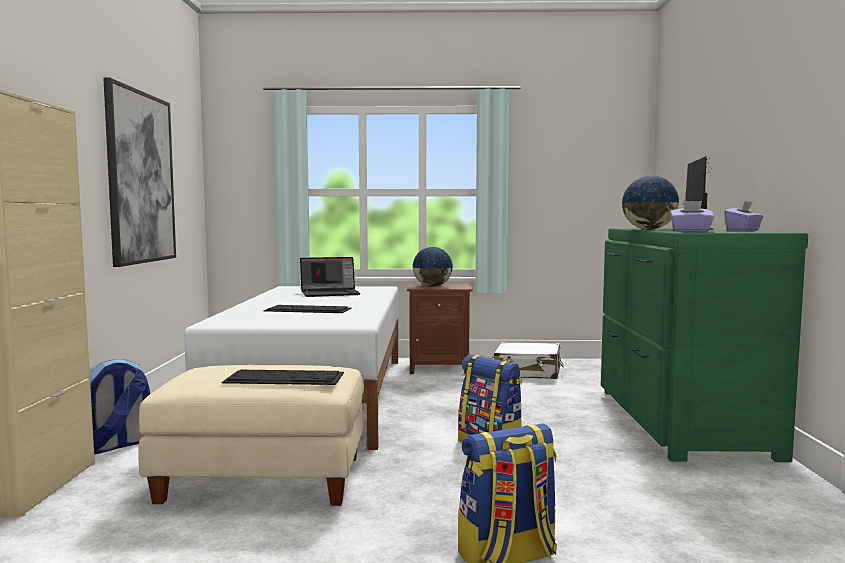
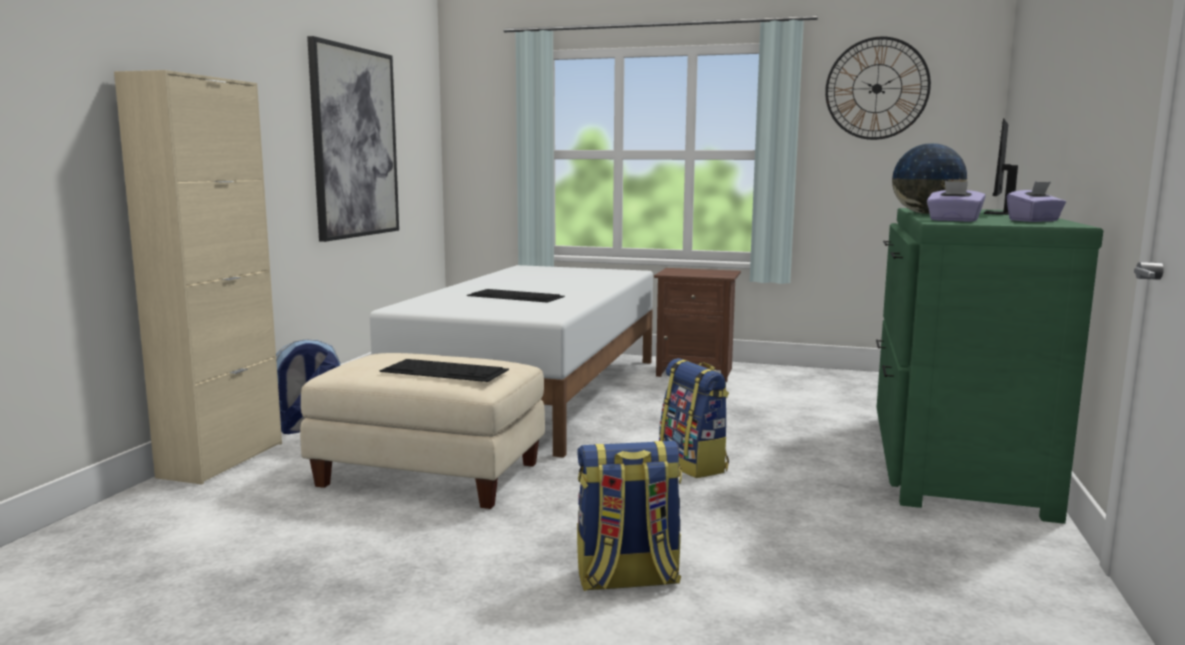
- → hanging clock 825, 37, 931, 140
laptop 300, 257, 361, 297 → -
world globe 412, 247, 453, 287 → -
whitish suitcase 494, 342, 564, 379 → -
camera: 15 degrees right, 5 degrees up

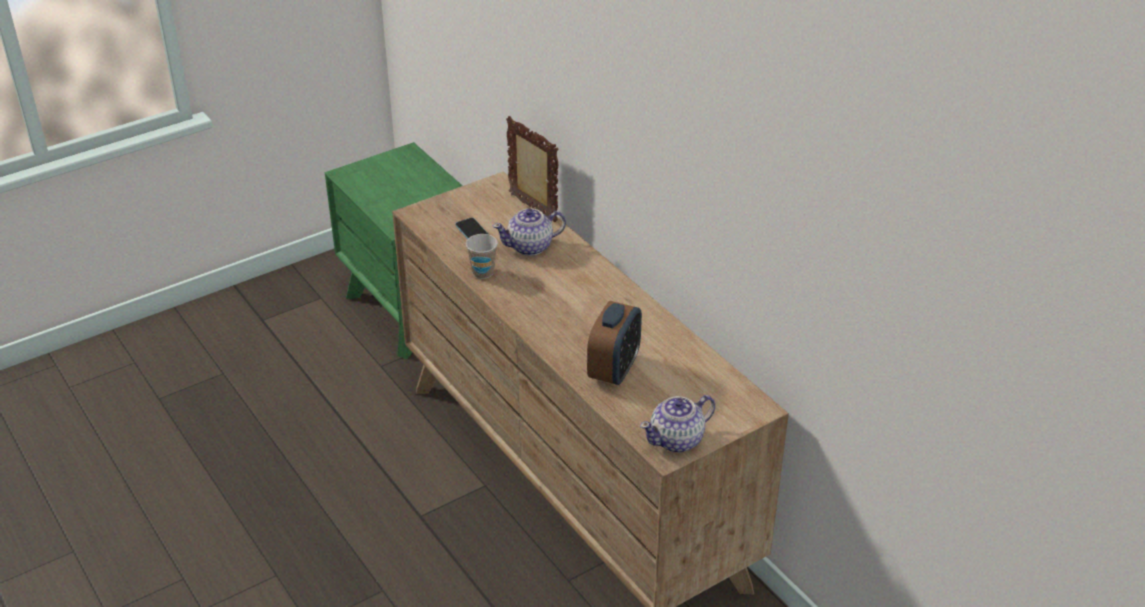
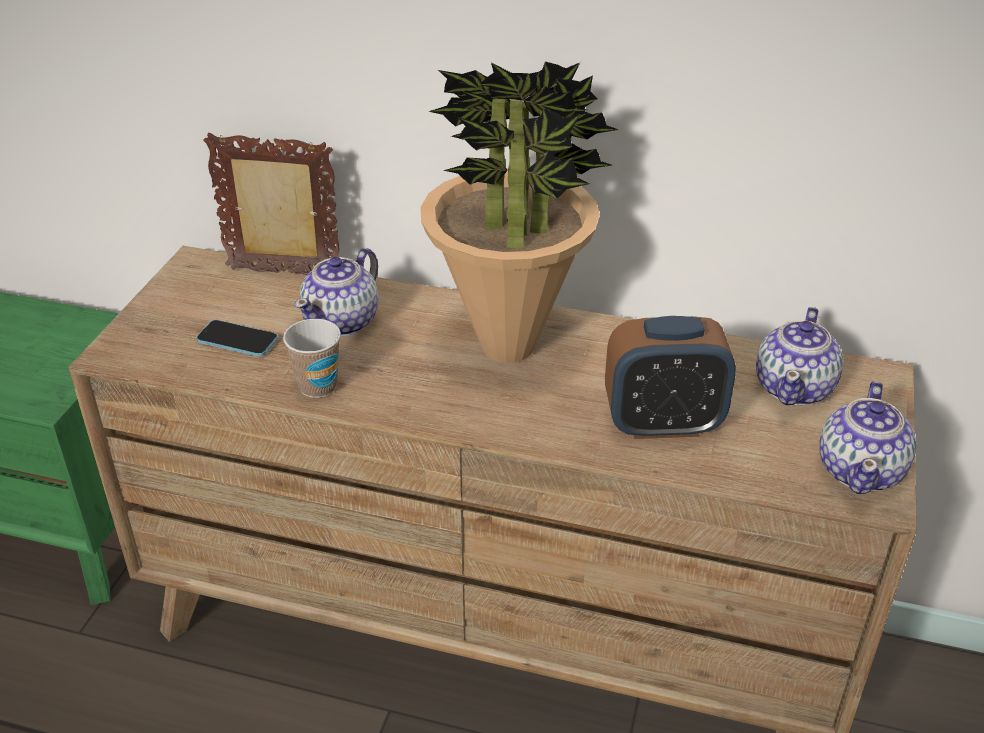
- → plant in a pot 420, 62, 619, 363
bedside clock 587, 301, 642, 385 → bedside clock 605, 316, 736, 439, 105 degrees clockwise
- → teapot 756, 307, 843, 405
camera: 40 degrees left, 0 degrees up

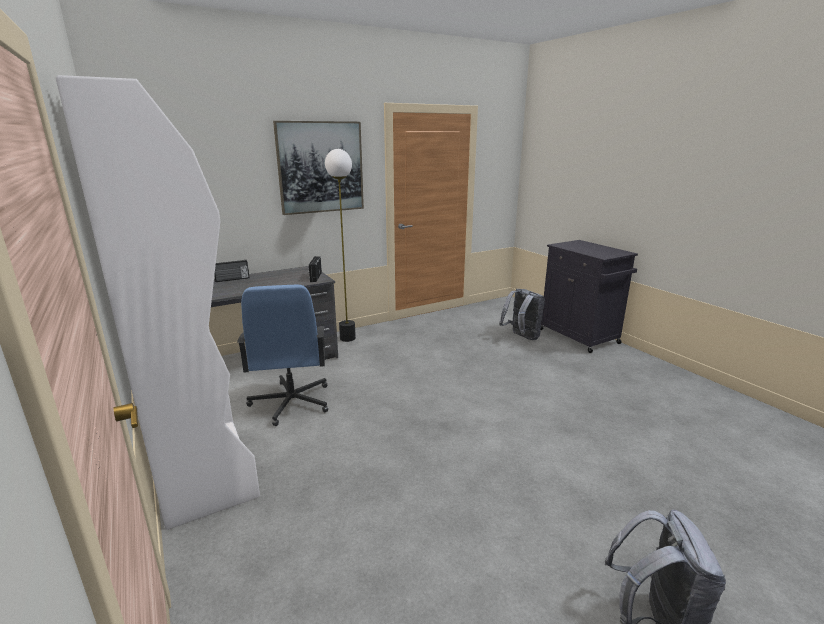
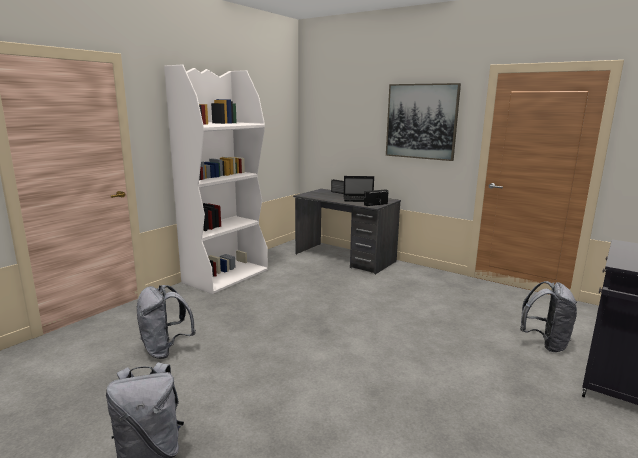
- → gray backpack 136, 285, 196, 359
- → laptop 343, 176, 374, 202
blue-coloured office chair 237, 285, 328, 426 → -
standing lamp 325, 149, 356, 342 → -
camera: 65 degrees right, 5 degrees down

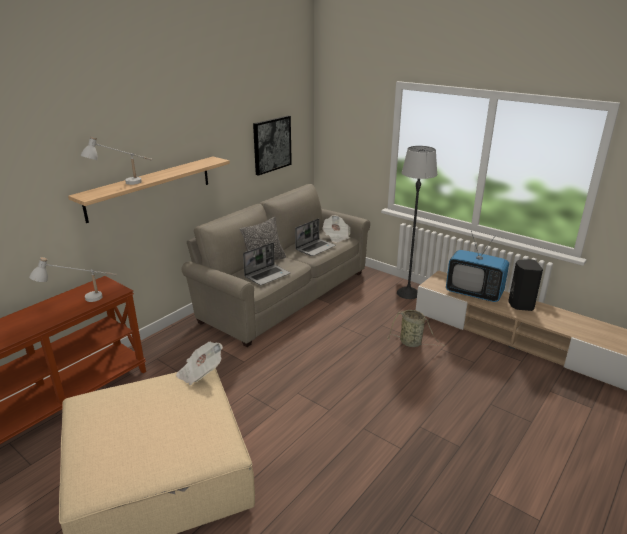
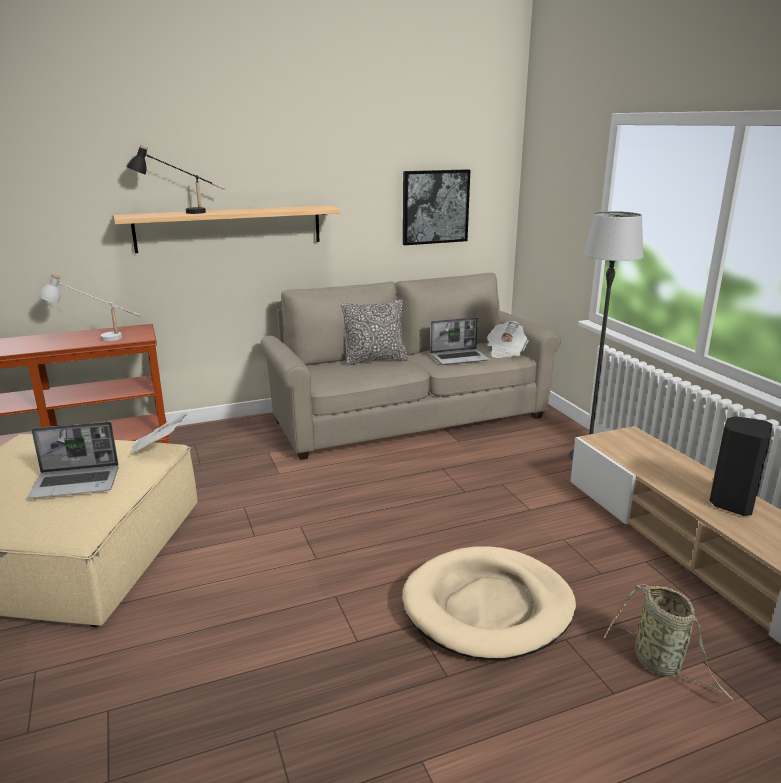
laptop 243, 242, 290, 285 → laptop 28, 422, 119, 499, shifted
whitish lamp for a table 80, 136, 152, 185 → black-coloured lamp for a table 126, 145, 225, 214
- → beige pet bed 403, 546, 576, 661
household basket 388, 310, 445, 347 → household basket 604, 584, 734, 700, shifted
television 446, 231, 509, 302 → -
camera: 30 degrees right, 5 degrees down

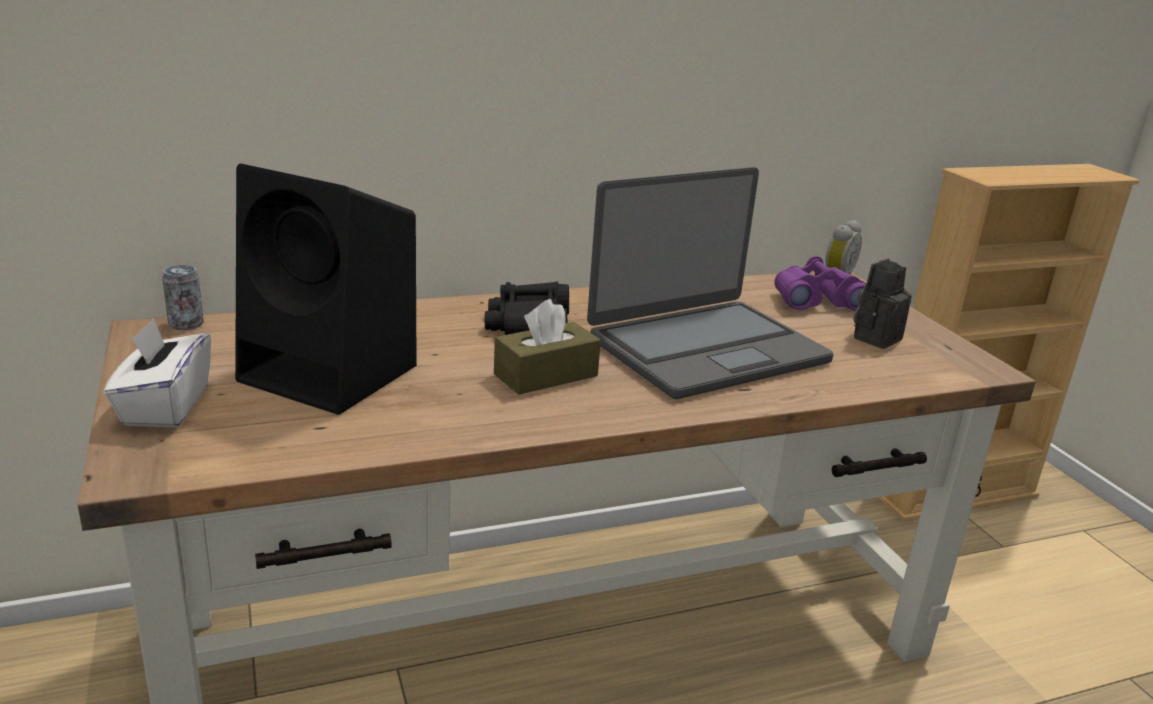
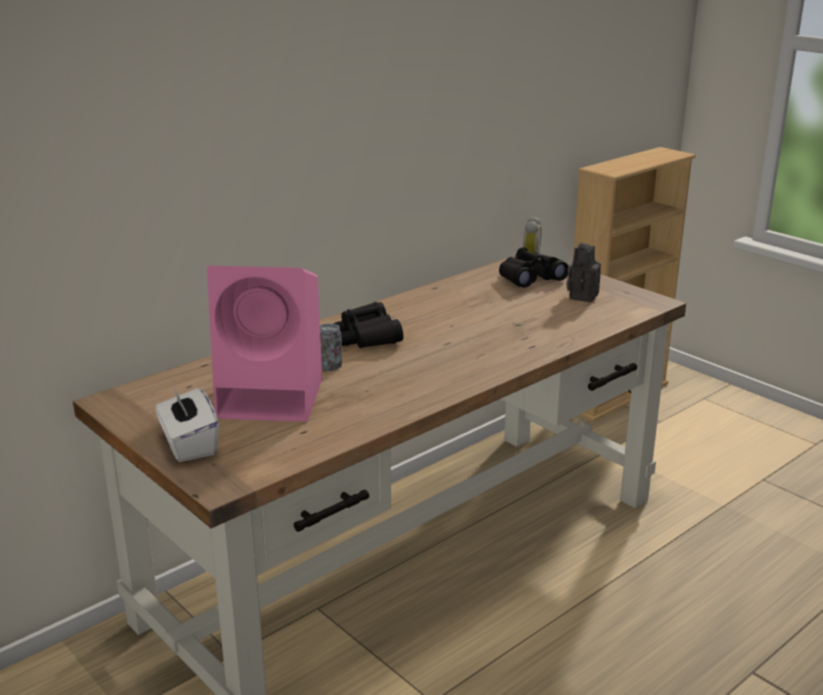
black-coloured speaker 235, 163, 417, 415 → pink speaker 207, 266, 322, 422
sealed can 162, 265, 204, 330 → sealed can 320, 324, 342, 371, shifted
purple-coloured field glasses 774, 256, 866, 311 → black-coloured field glasses 499, 247, 568, 288
brownish box of tissues 494, 299, 601, 395 → -
laptop 587, 167, 834, 399 → -
camera: 20 degrees left, 0 degrees up

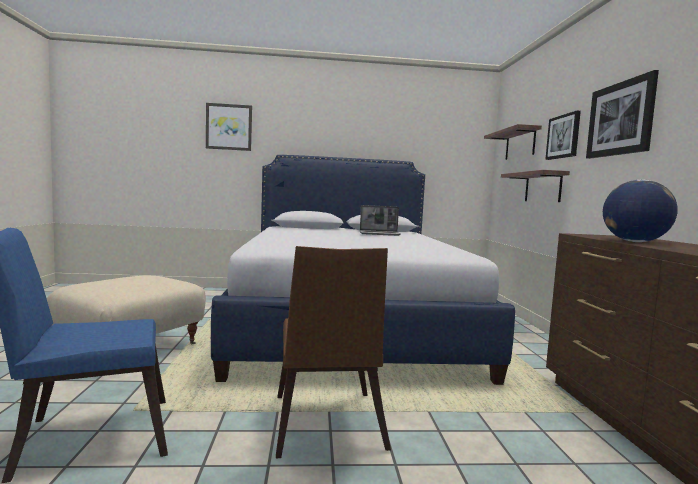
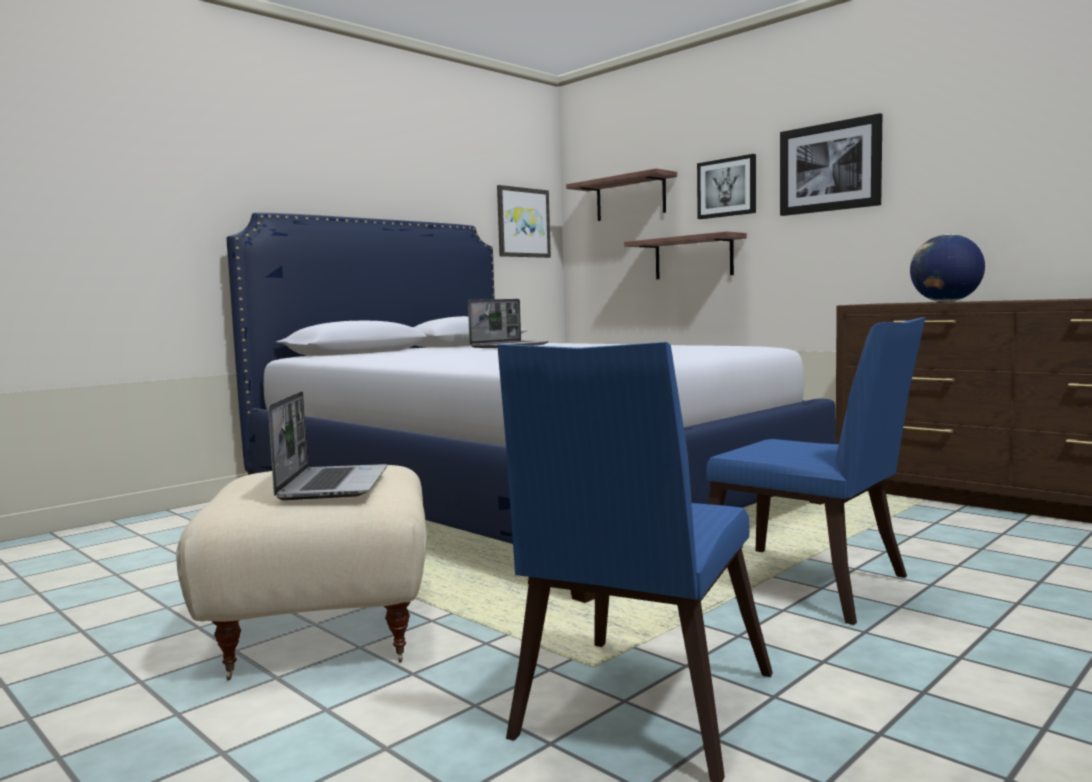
- → laptop 268, 391, 387, 500
wall picture 206, 103, 252, 151 → wall picture 497, 185, 551, 258, shifted
brownish plain chair 276, 246, 391, 458 → blue-coloured plain chair 706, 317, 926, 625
camera: 40 degrees left, 0 degrees up

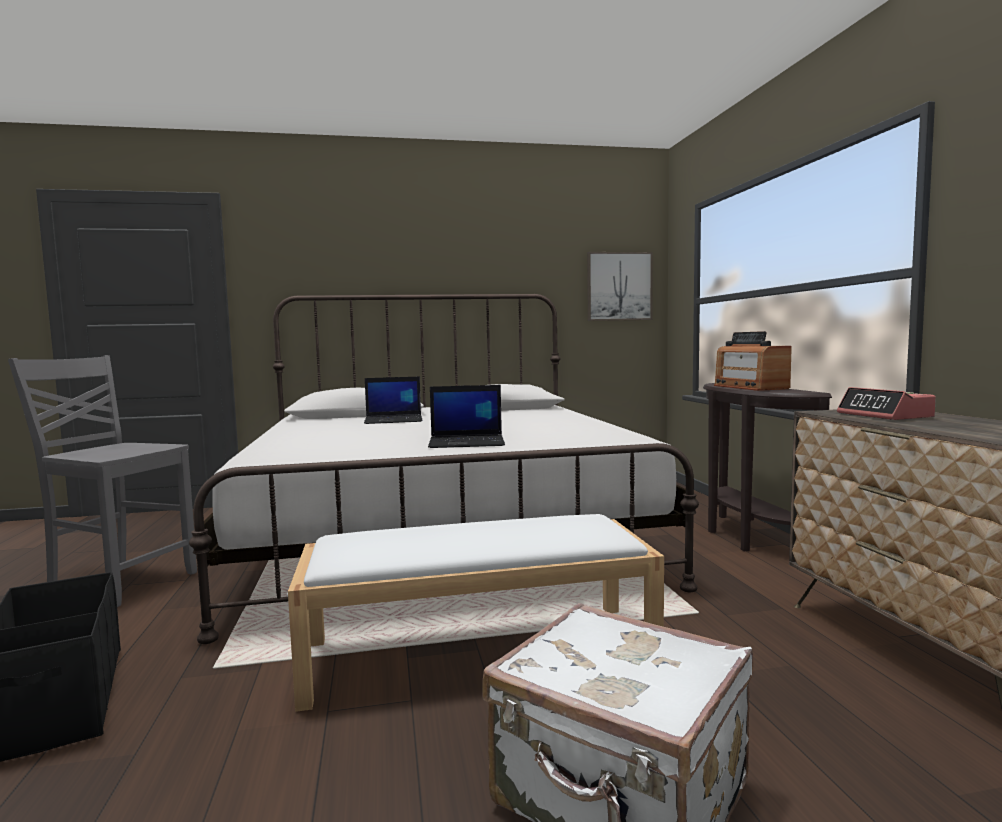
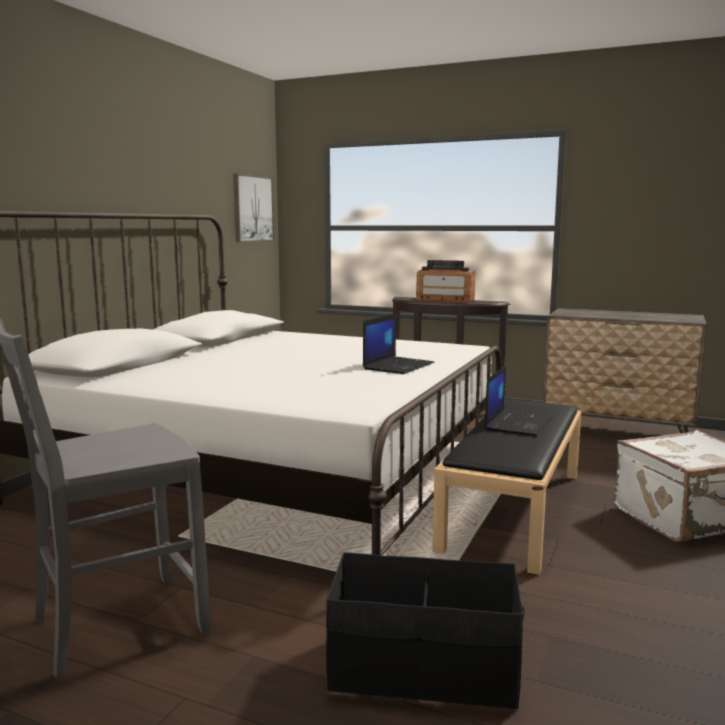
whitish bench 287, 514, 664, 712 → black-coloured bench 433, 399, 581, 575
laptop 364, 376, 422, 424 → laptop 485, 366, 551, 436, shifted
bedside clock 837, 387, 936, 420 → -
camera: 55 degrees left, 5 degrees up

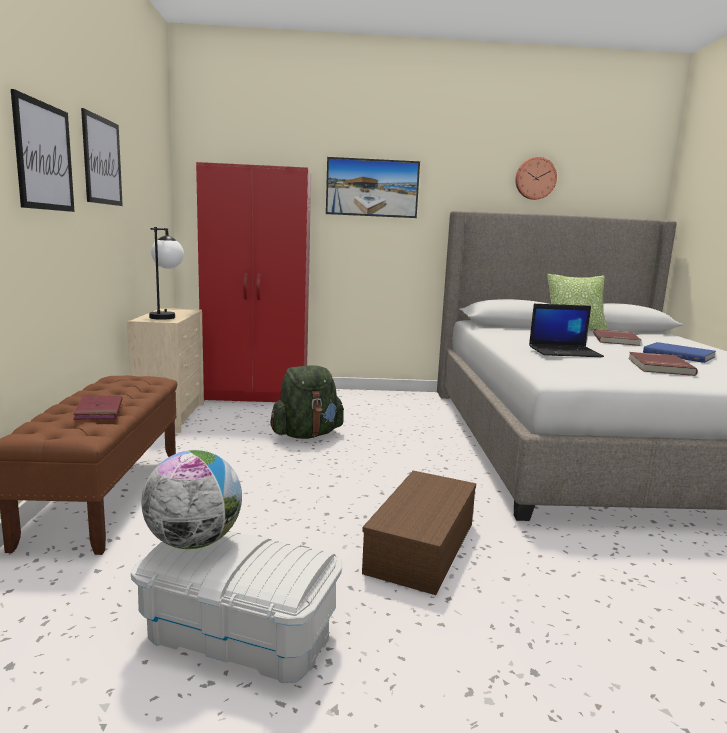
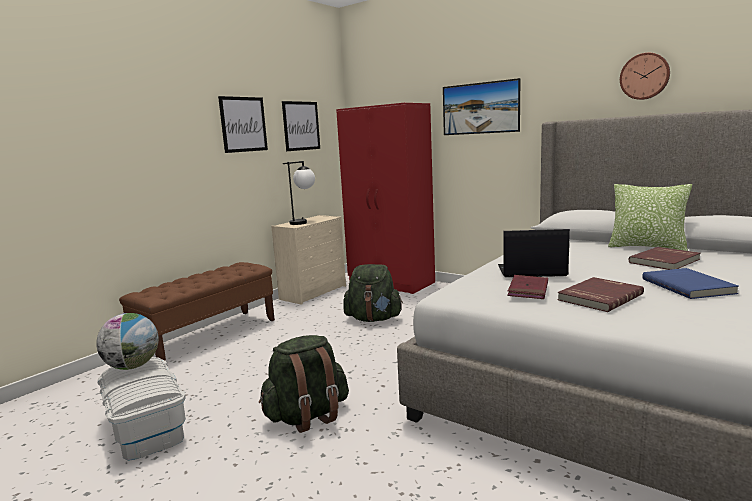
brownish storage bin 362, 471, 476, 595 → green-coloured backpack 259, 335, 349, 433
wall picture 11, 89, 75, 212 → wall picture 282, 101, 320, 151, shifted
laptop 529, 304, 604, 357 → laptop 498, 229, 570, 277, 150 degrees clockwise
reddish volume 73, 395, 122, 420 → reddish volume 507, 275, 548, 299, shifted
camera: 40 degrees right, 0 degrees up

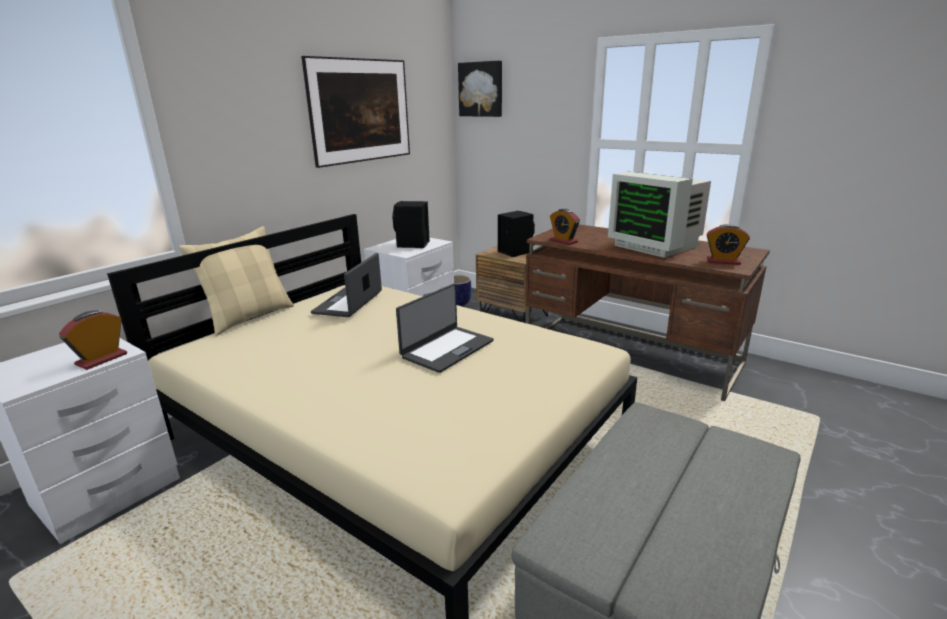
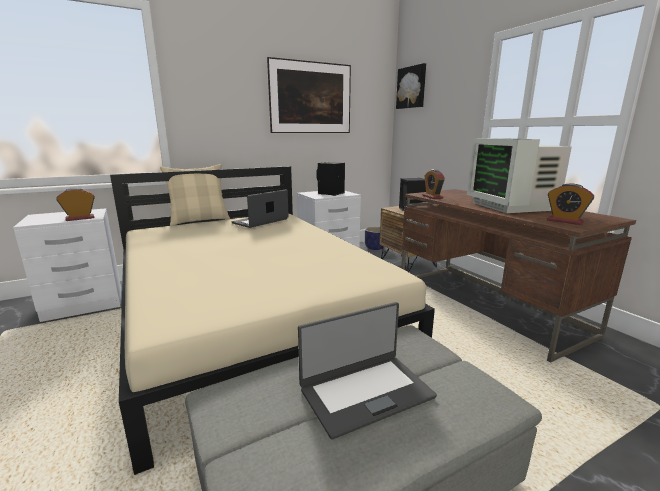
laptop 396, 284, 494, 373 → laptop 298, 302, 437, 440, shifted
camera: 25 degrees right, 5 degrees down

